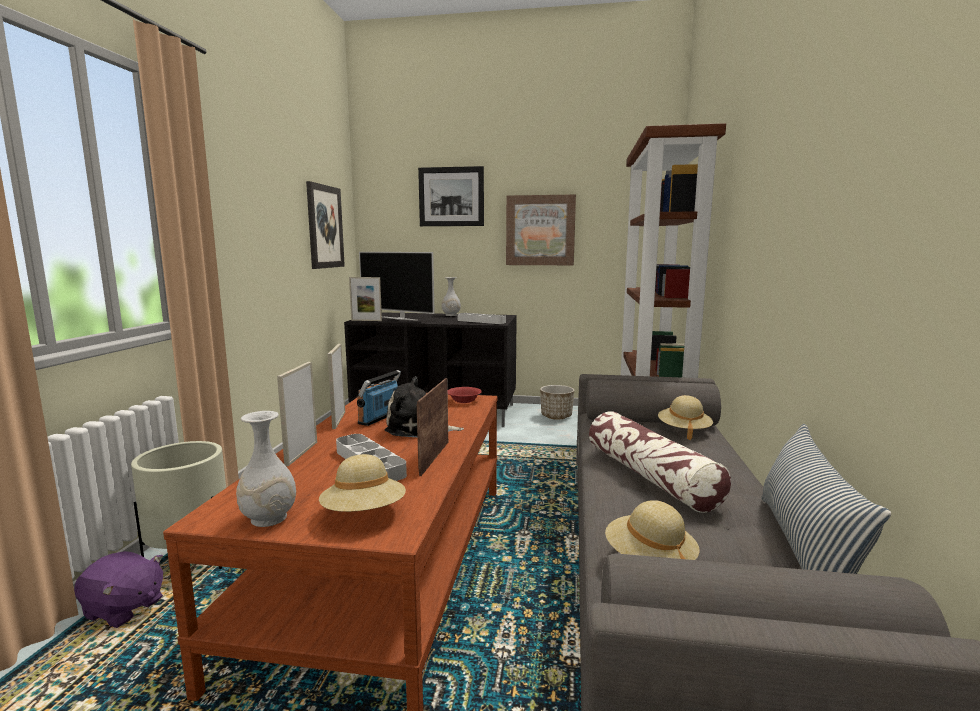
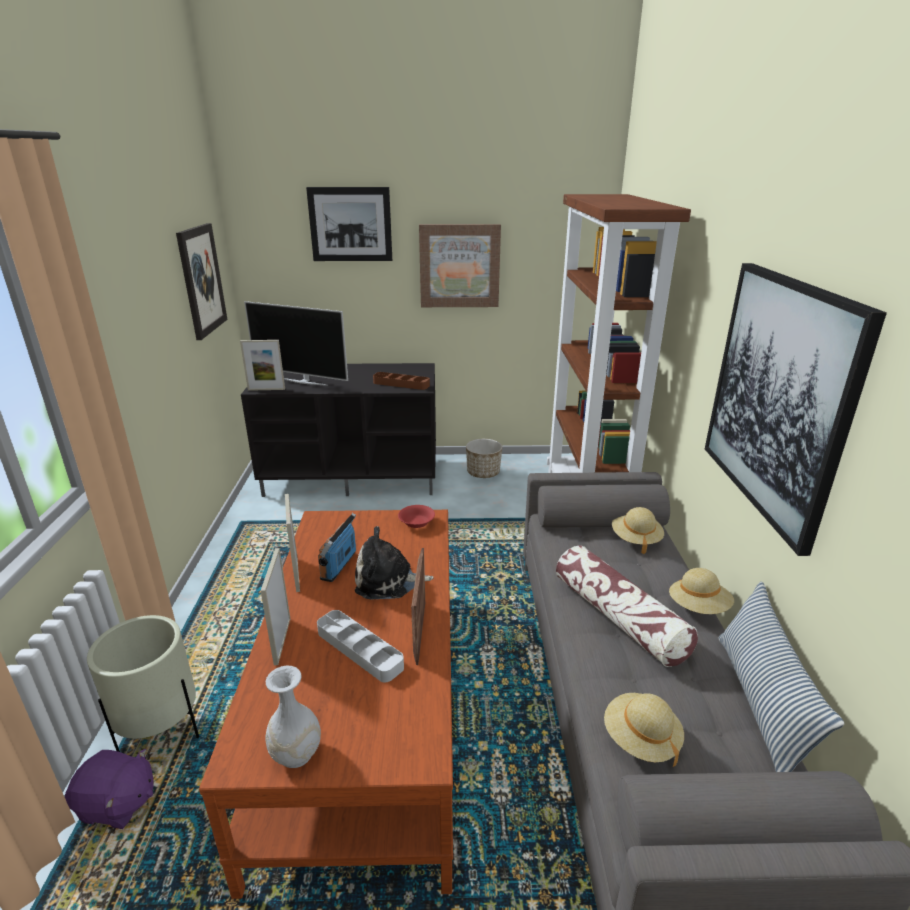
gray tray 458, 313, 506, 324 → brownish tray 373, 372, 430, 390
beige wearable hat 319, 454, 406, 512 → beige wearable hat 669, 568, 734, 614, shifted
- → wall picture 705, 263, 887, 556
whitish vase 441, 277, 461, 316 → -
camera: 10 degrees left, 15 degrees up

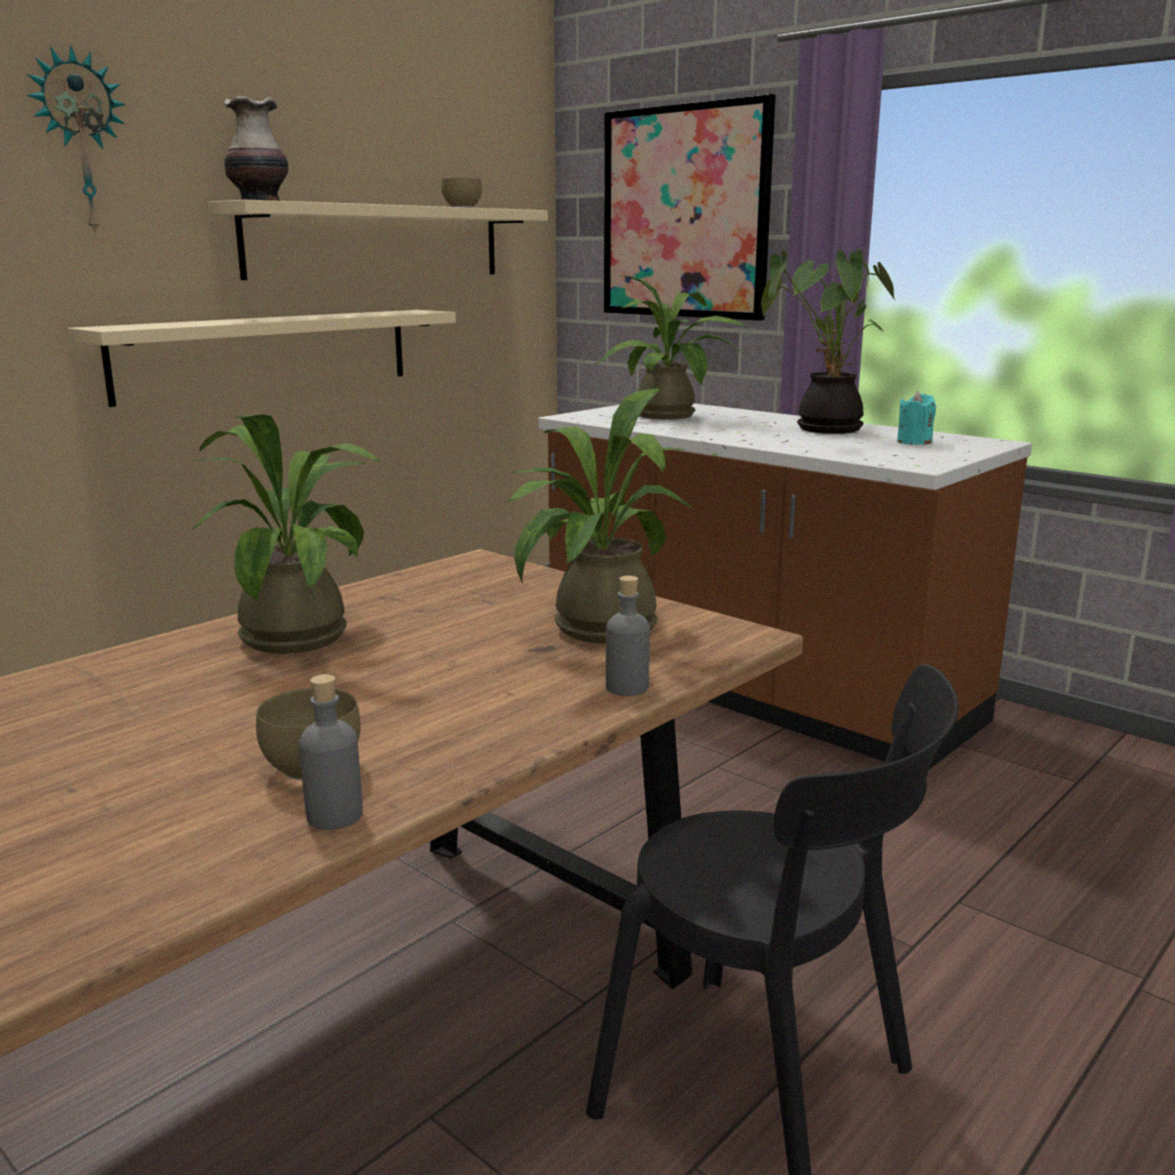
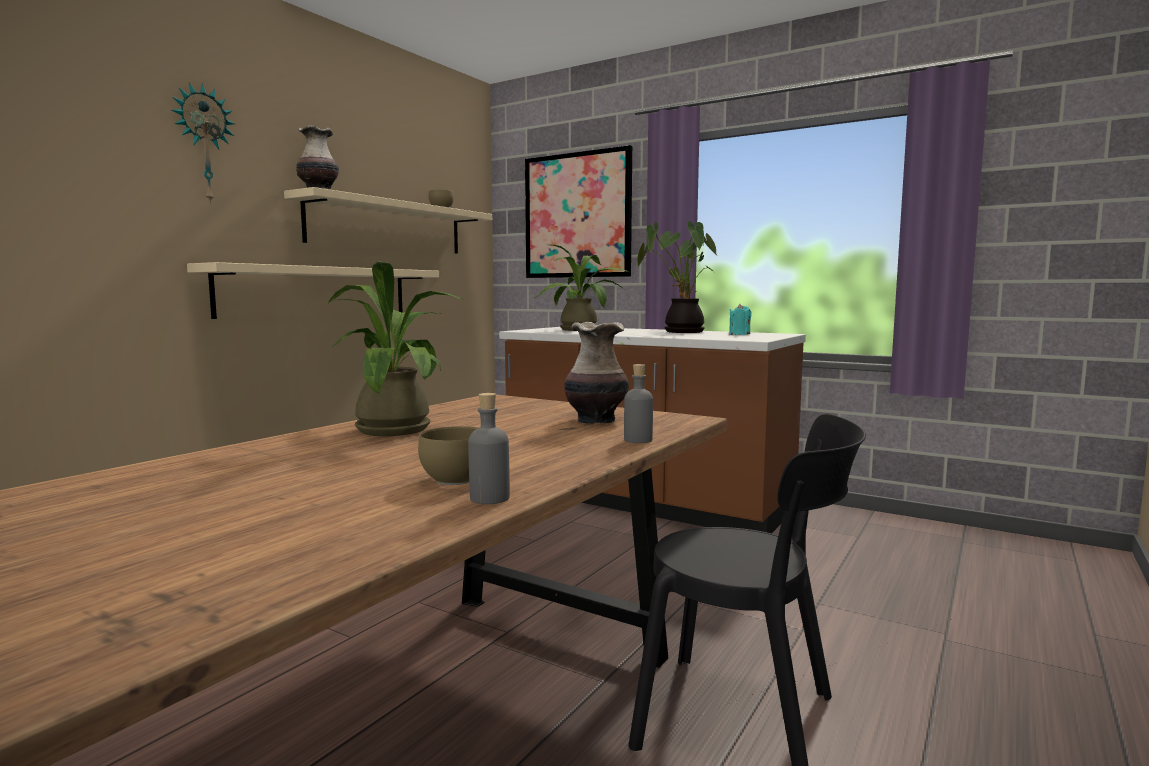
plant in a pot 506, 388, 694, 644 → vase 564, 322, 629, 424
camera: 10 degrees left, 10 degrees down

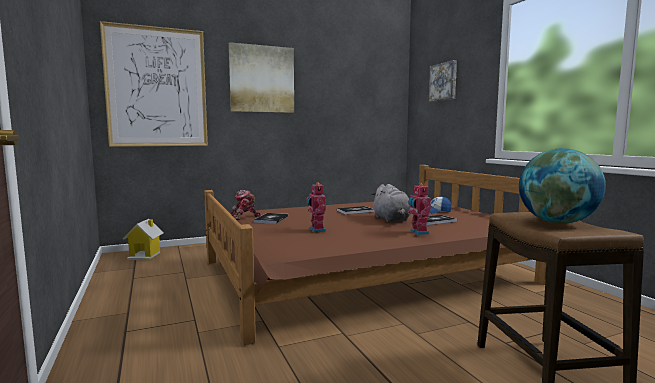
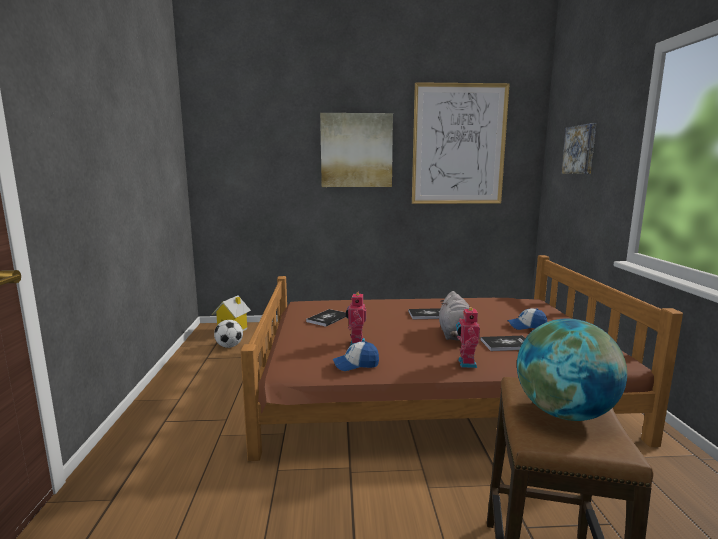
- → football ball 214, 320, 243, 348
- → peaked cap 333, 342, 379, 371
wall picture 100, 21, 208, 147 → wall picture 412, 82, 510, 204, shifted
robot figure 230, 190, 261, 220 → -
camera: 20 degrees right, 5 degrees up

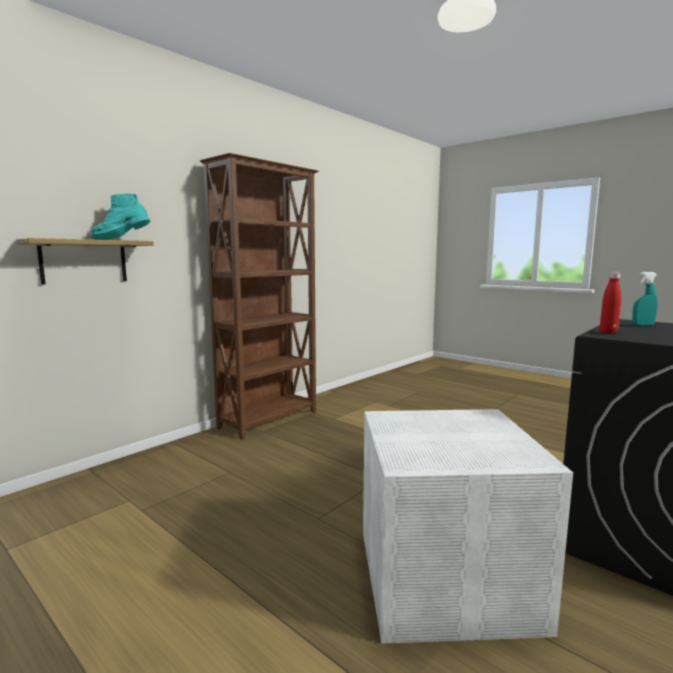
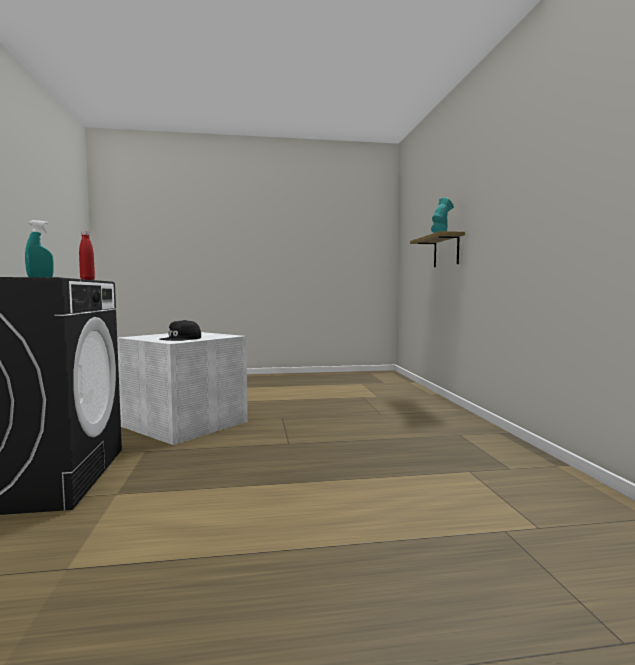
- → black-coloured peaked cap 159, 320, 201, 341
brownish bookshelf 200, 153, 319, 440 → -
camera: 130 degrees right, 5 degrees down

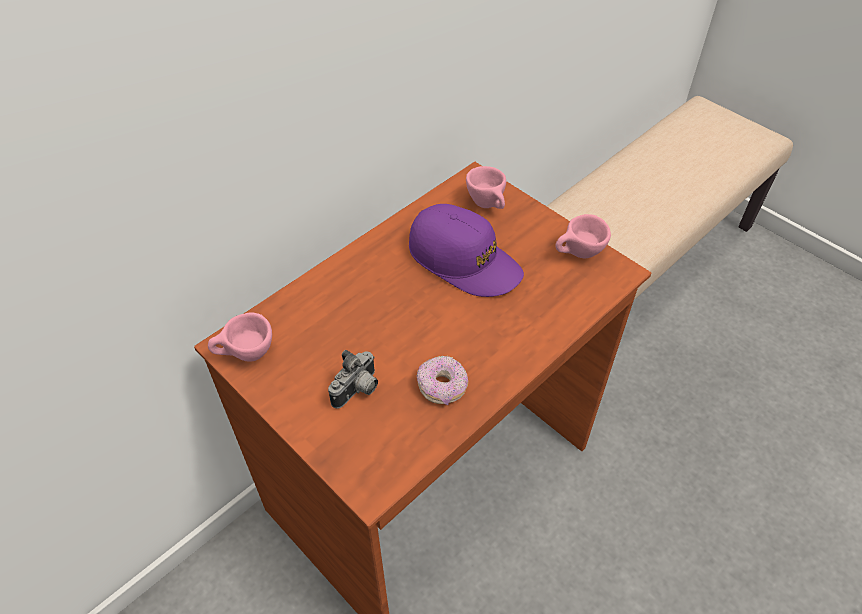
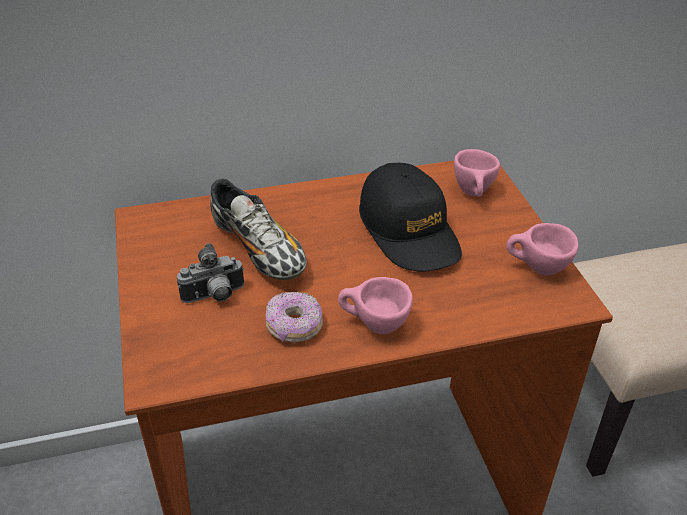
- → low shoe 210, 178, 307, 280
pink cup 208, 312, 272, 362 → pink cup 338, 277, 413, 334, shifted
purple-coloured peaked cap 409, 204, 524, 297 → black-coloured peaked cap 359, 163, 462, 271
camera: 30 degrees right, 10 degrees down

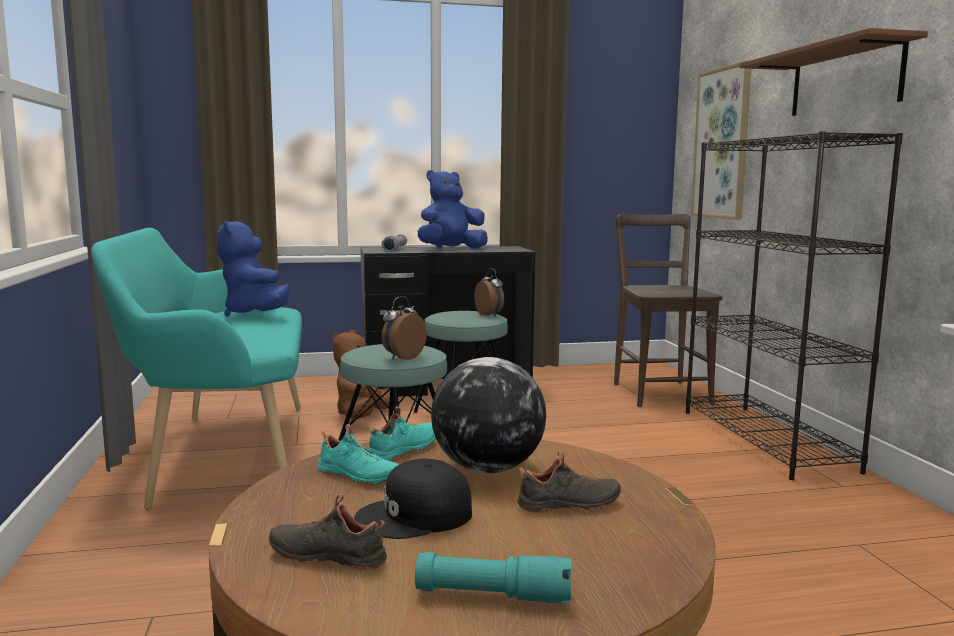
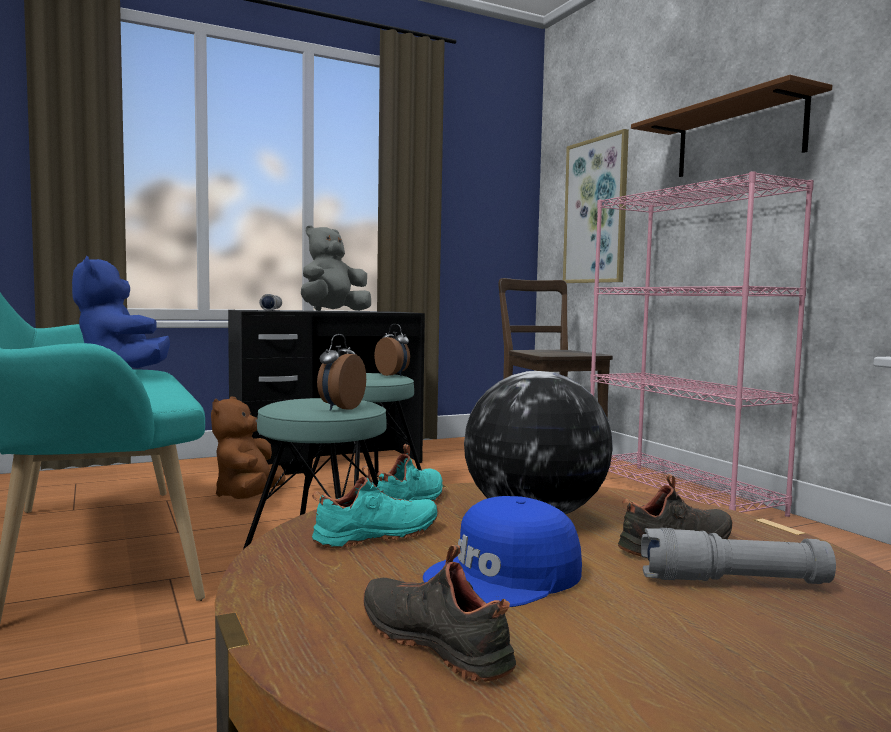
blue-coloured soft toy 418, 170, 488, 248 → gray soft toy 301, 225, 371, 311
turquoise low shoe 318, 424, 399, 486 → turquoise low shoe 312, 466, 438, 548, 45 degrees counterclockwise
black-coloured low shoe 269, 494, 387, 571 → black-coloured low shoe 363, 545, 516, 682, 45 degrees clockwise
black-coloured peaked cap 354, 459, 472, 539 → blue-coloured peaked cap 423, 496, 582, 607
black-coloured bookshelf 686, 131, 903, 480 → pink bookshelf 590, 171, 814, 517
- → gray flashlight 641, 528, 836, 584
turquoise flashlight 415, 552, 571, 604 → -
camera: 15 degrees left, 5 degrees down

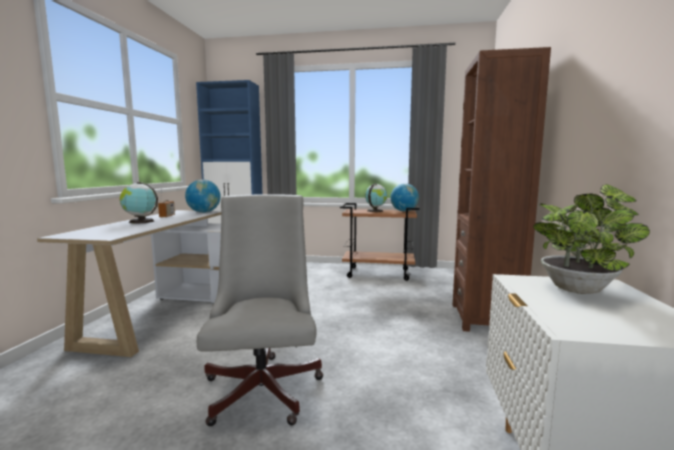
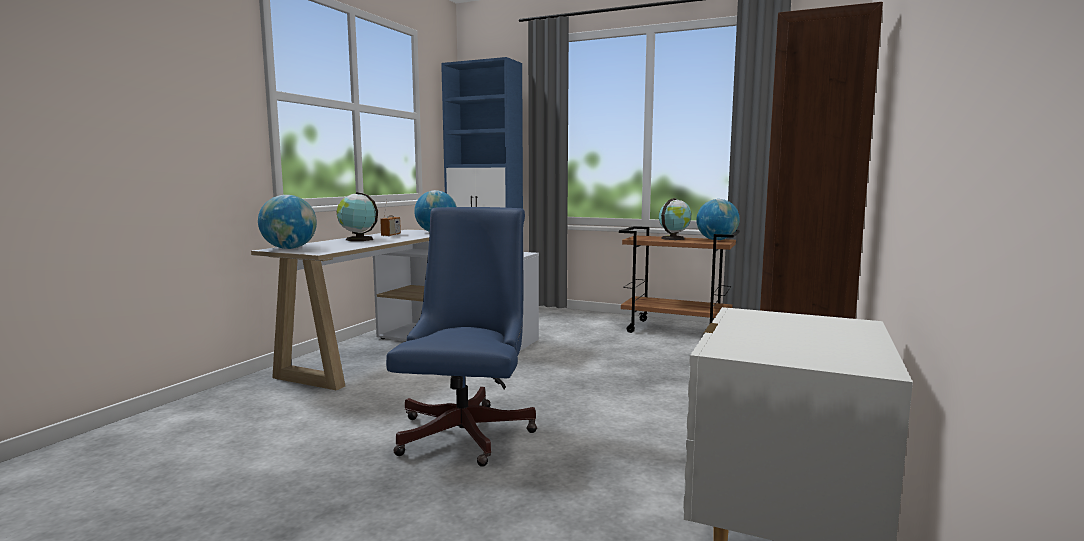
- → world globe 258, 195, 317, 249
gray office chair 197, 194, 323, 426 → blue-coloured office chair 386, 207, 537, 467
plant in a pot 533, 184, 650, 294 → -
camera: 15 degrees right, 0 degrees up

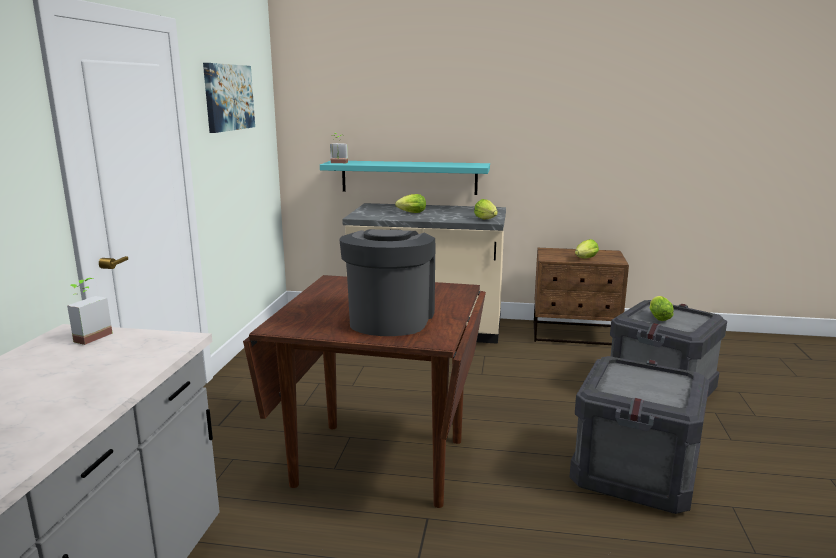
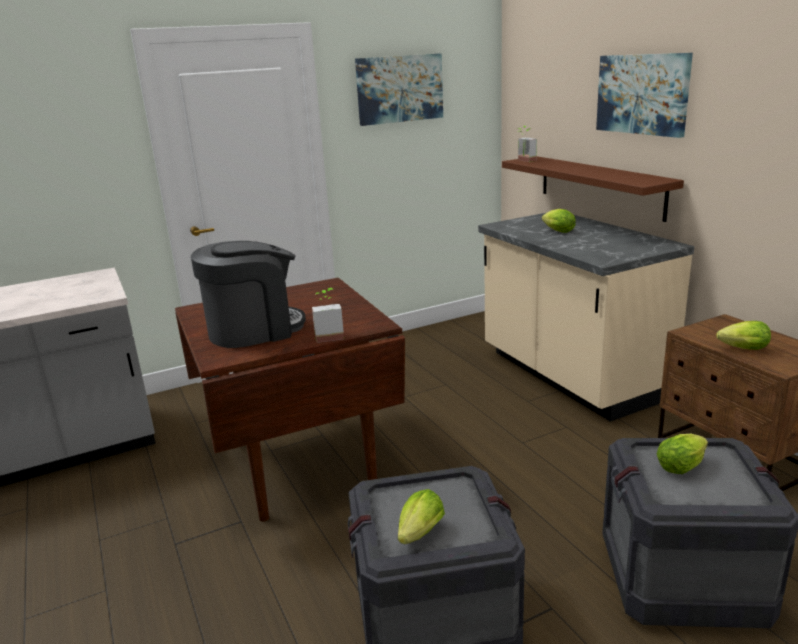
plant in a pot 67, 278, 113, 345 → plant in a pot 312, 288, 344, 343, shifted
lettuce 474, 199, 498, 220 → lettuce 398, 489, 445, 544, shifted
turquoise bracket shelf 320, 161, 490, 195 → brownish bracket shelf 502, 156, 684, 222
- → wall picture 596, 53, 693, 138
camera: 55 degrees right, 5 degrees up

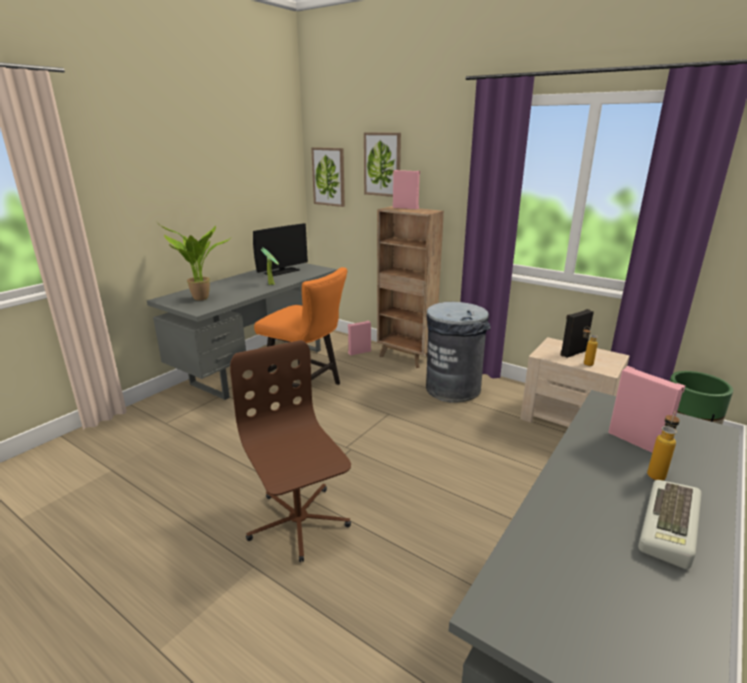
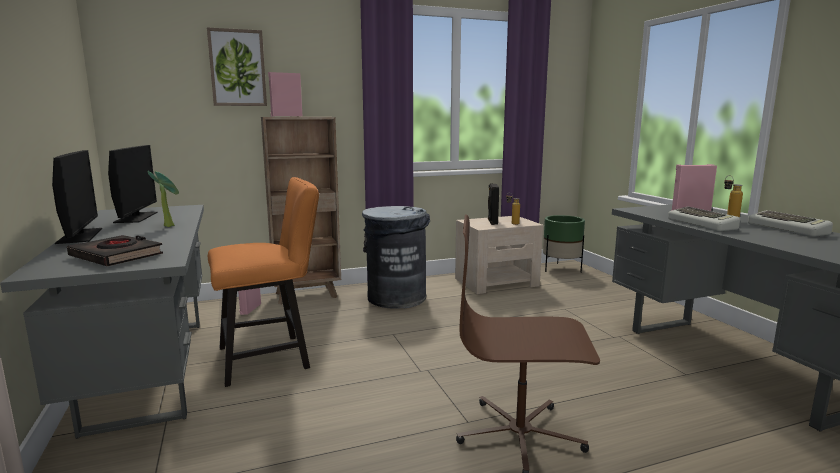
- → computer display 52, 150, 102, 244
plant in a pot 159, 224, 231, 301 → black-coloured volume 67, 235, 163, 266
- → keyboard 668, 207, 740, 232
wall picture 311, 147, 345, 207 → -
camera: 55 degrees left, 10 degrees down

